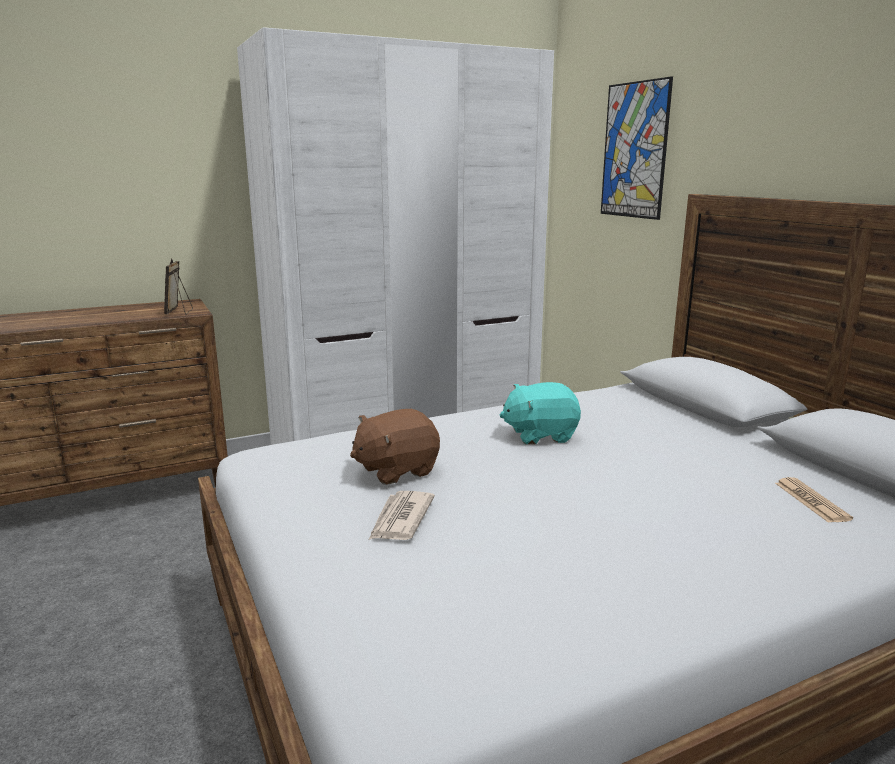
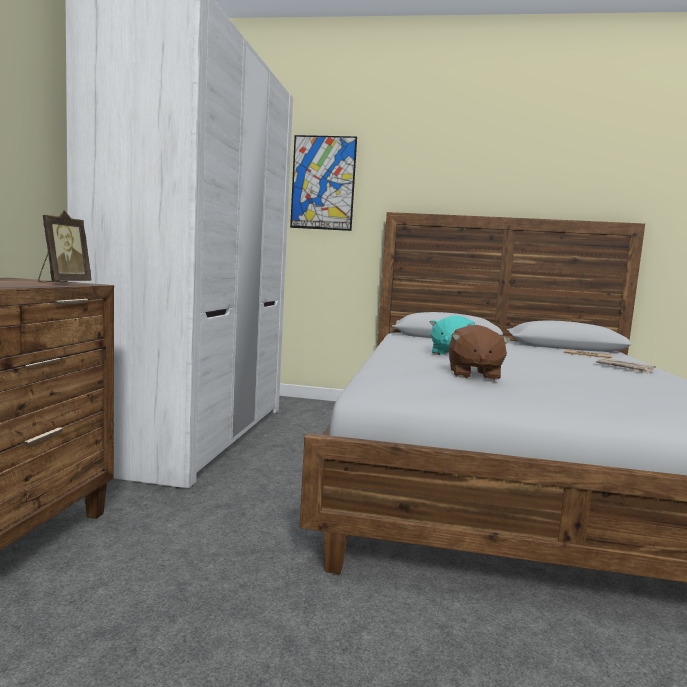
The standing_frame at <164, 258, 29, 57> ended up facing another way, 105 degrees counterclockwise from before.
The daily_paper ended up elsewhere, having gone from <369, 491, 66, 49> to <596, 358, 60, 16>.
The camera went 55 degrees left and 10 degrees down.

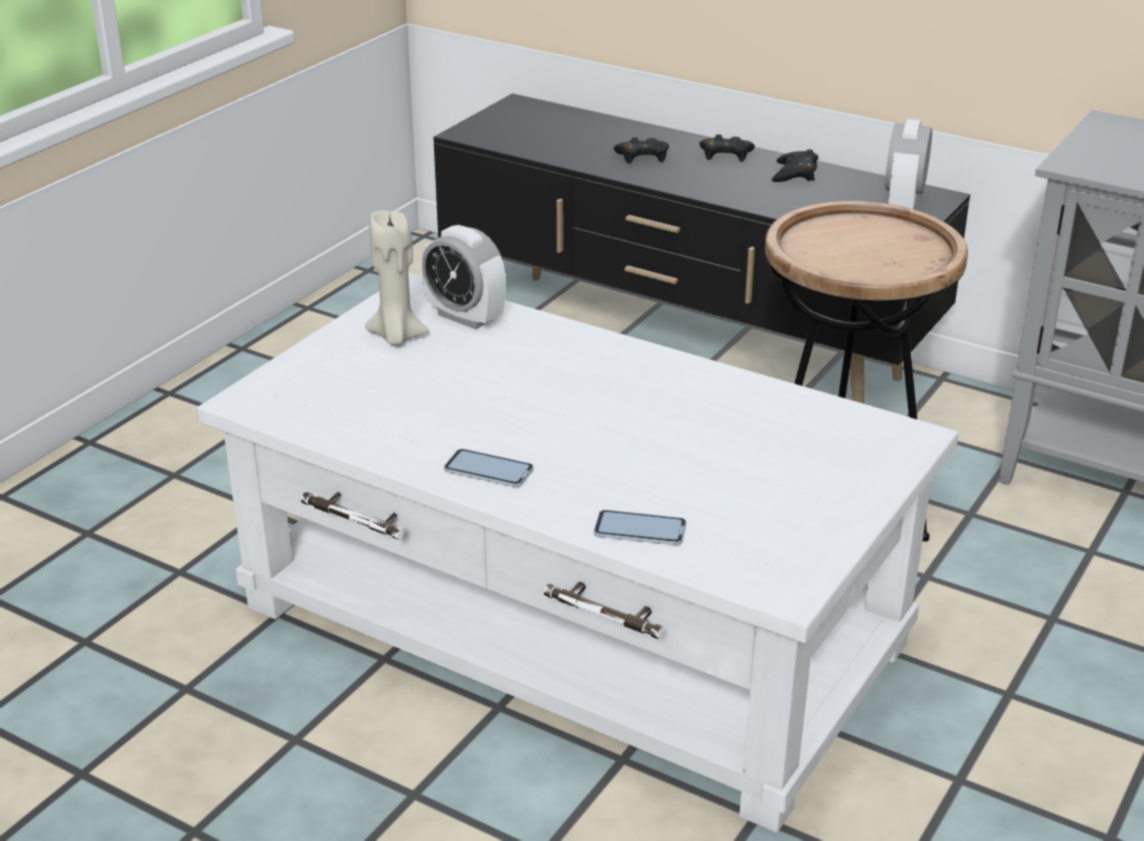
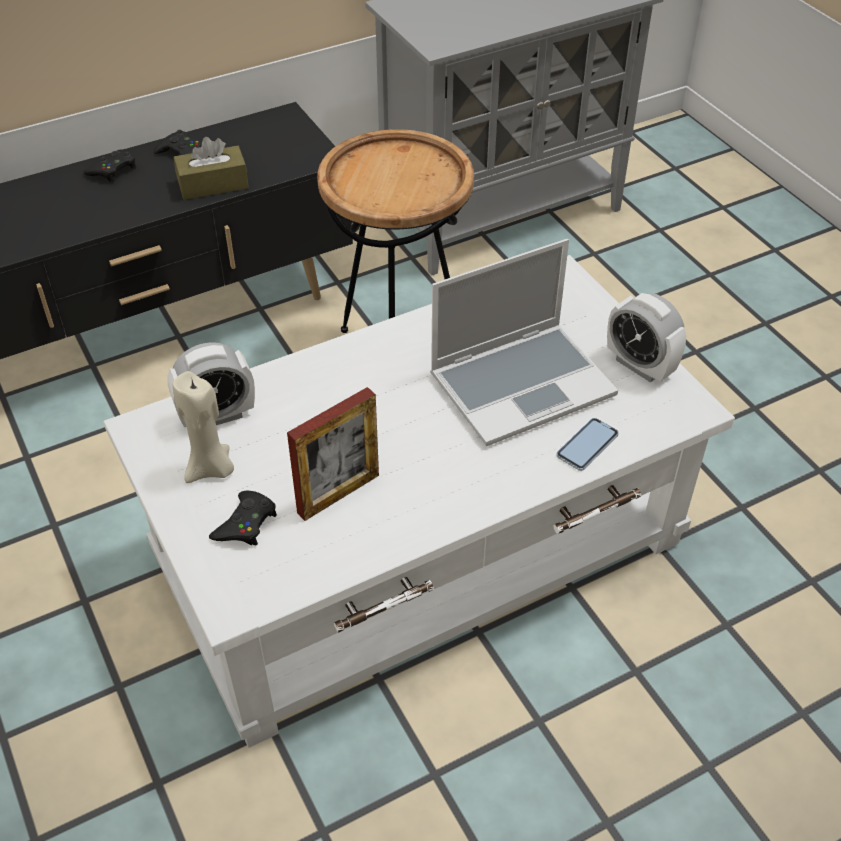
The bedside_clock ended up elsewhere, having gone from <885, 119, 47, 90> to <607, 293, 79, 90>.
The black_gamepad ended up elsewhere, having gone from <614, 137, 55, 27> to <209, 491, 68, 55>.
The second view lost the telephone at <444, 449, 90, 38>.
The second view gained the brown-coloured_tissue_holder at <174, 137, 75, 63>.
The second view gained the laptop at <430, 239, 188, 208>.
The second view gained the standing_frame at <287, 387, 92, 134>.
The camera went 60 degrees left and 15 degrees up.

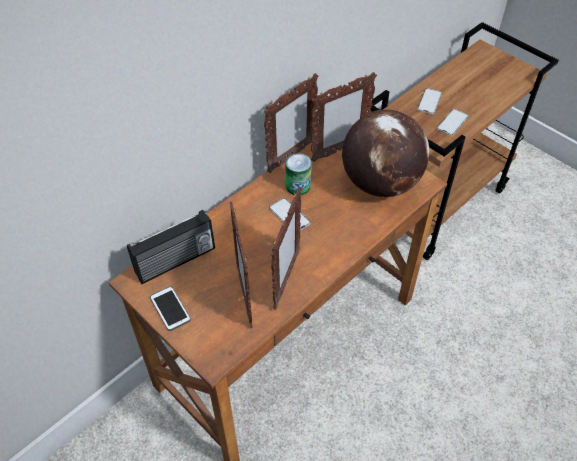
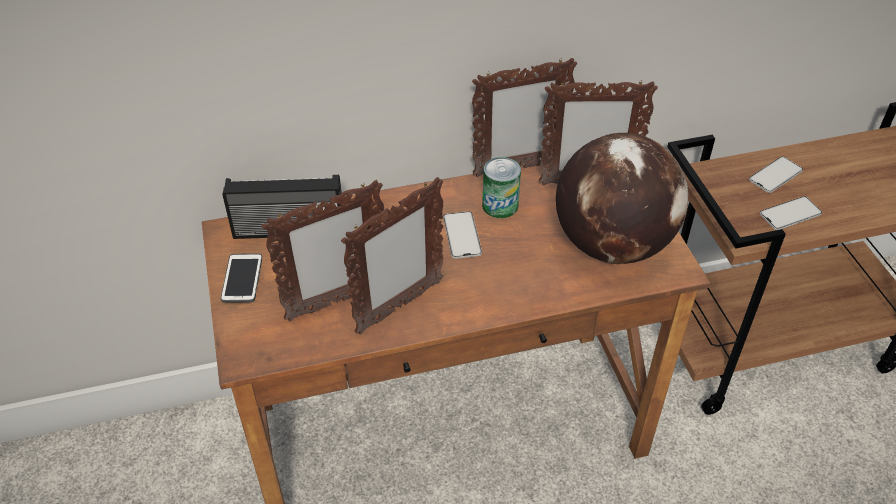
The standing_frame at <230, 202, 23, 126> ended up facing another way, 135 degrees counterclockwise from before.
The camera went 30 degrees right and 5 degrees down.

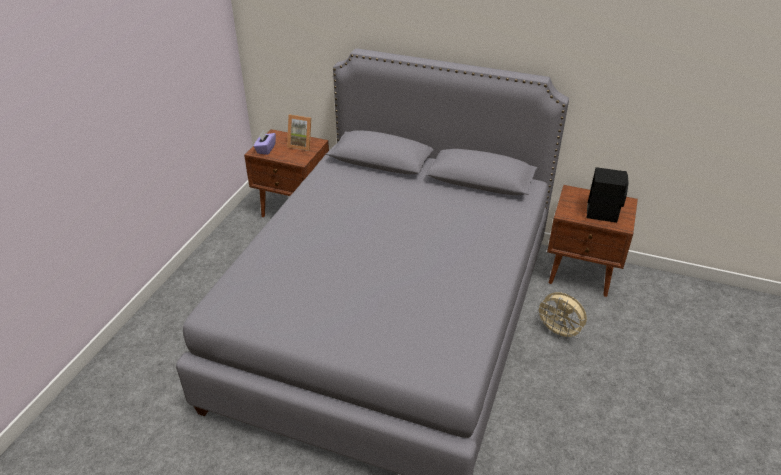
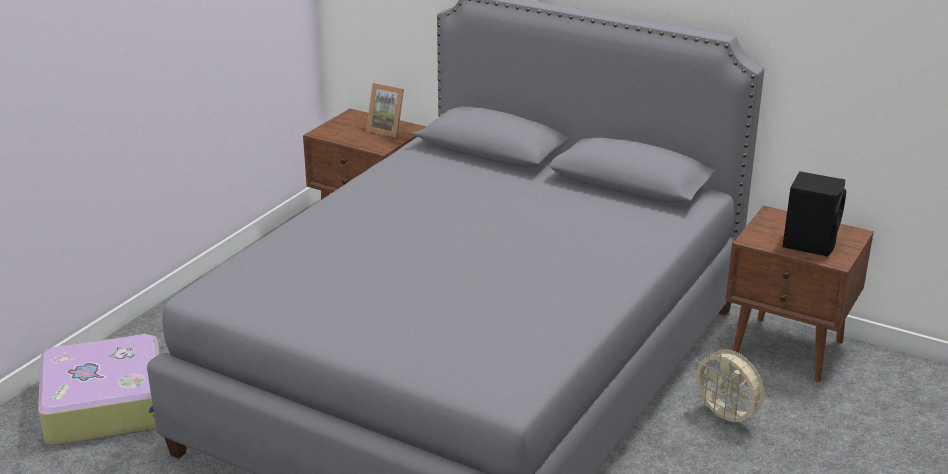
The second view lost the purple-coloured_tissue_holder at <254, 130, 22, 25>.
The second view gained the suitcase at <38, 334, 122, 111>.
The camera went 10 degrees right and 10 degrees down.

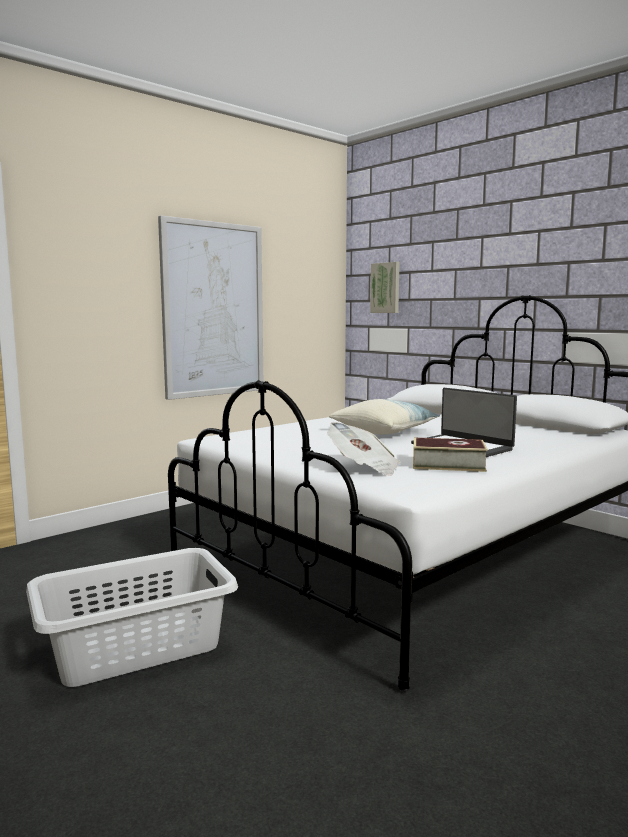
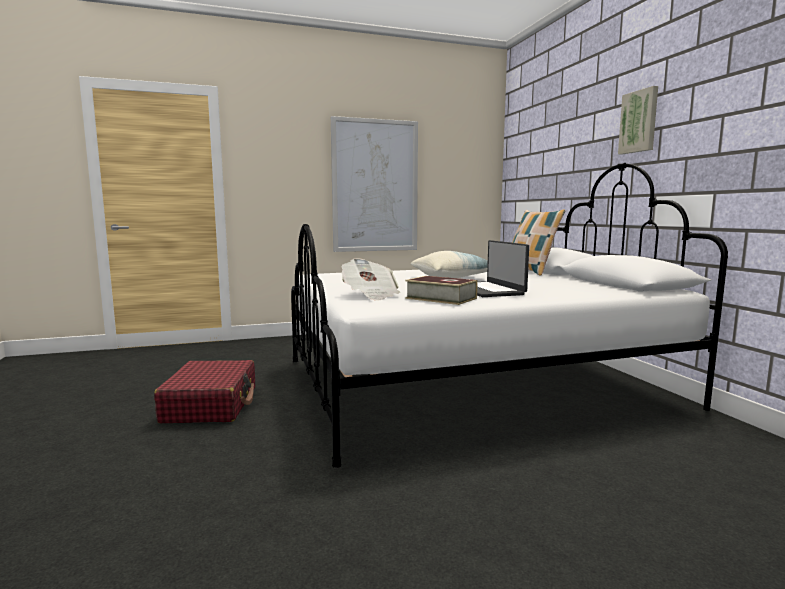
The wall_art ended up elsewhere, having gone from <370, 262, 29, 51> to <618, 86, 40, 68>.
Where the grey_hamper stood at <26, 548, 212, 139>, the red-coloured_suitcase came to stand at <154, 360, 101, 63>.
The second view gained the cushion at <512, 210, 53, 66>.
The camera went 25 degrees right and 0 degrees up.

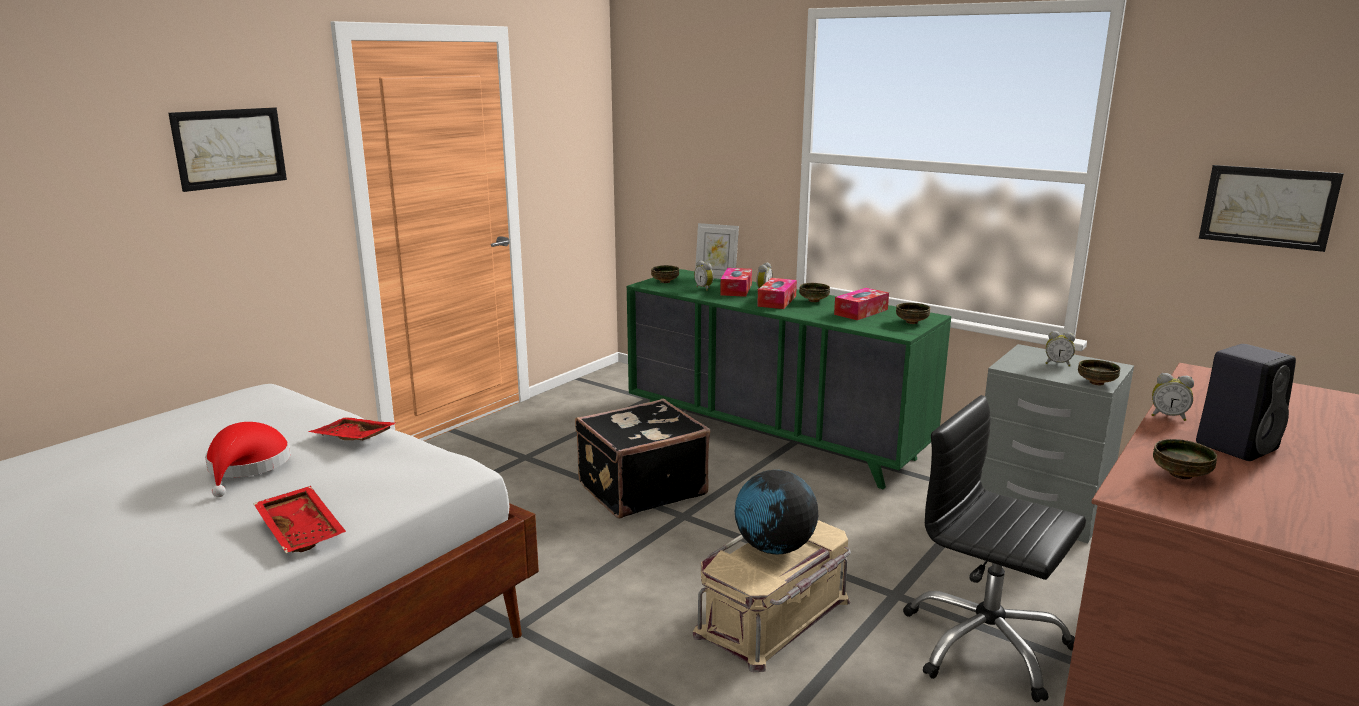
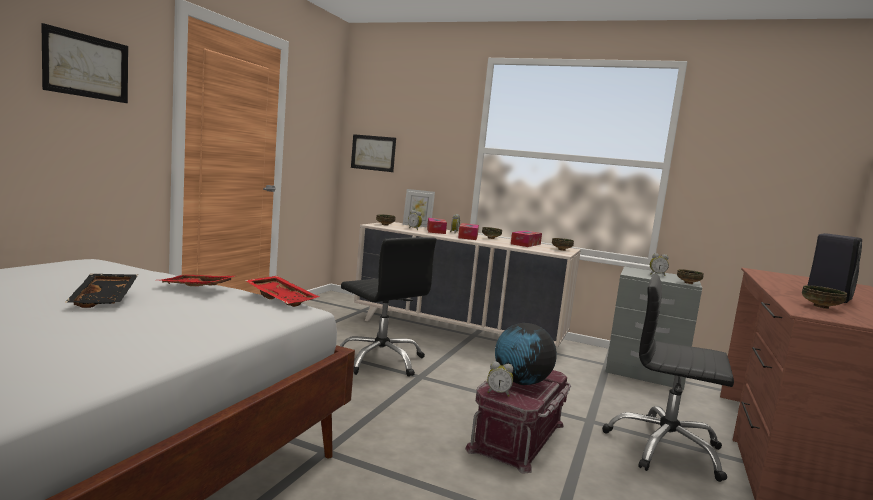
The wall_art ended up elsewhere, having gone from <1199, 165, 145, 87> to <351, 134, 45, 38>.
What was the greenish_chest_of_drawers at <627, 269, 324, 220> turned into the beige-coloured_chest_of_drawers at <354, 222, 227, 125>.
The bedside_clock ended up elsewhere, having gone from <1152, 373, 42, 48> to <487, 361, 26, 36>.
Where the black_suitcase stood at <575, 399, 135, 120>, the black_office_chair came to stand at <340, 237, 96, 140>.
Where the red-coloured_hat stood at <205, 422, 86, 75>, the black_carrying_tray came to stand at <66, 274, 72, 34>.
The red-coloured_carrying_tray ended up elsewhere, having gone from <253, 486, 93, 67> to <245, 276, 74, 31>.
What was the beige-coloured_storage_container at <693, 520, 158, 152> turned into the red-coloured_storage_container at <465, 370, 106, 103>.
The camera went 15 degrees left and 10 degrees down.

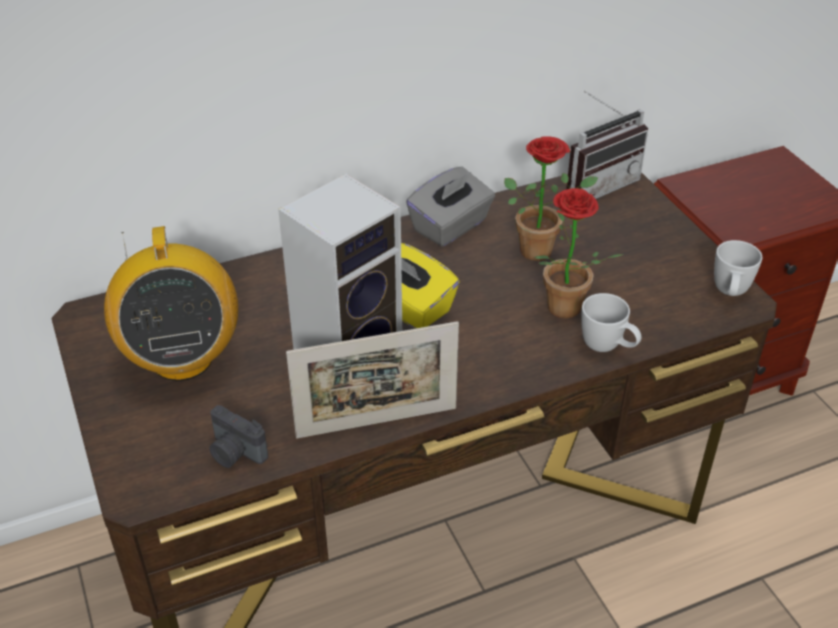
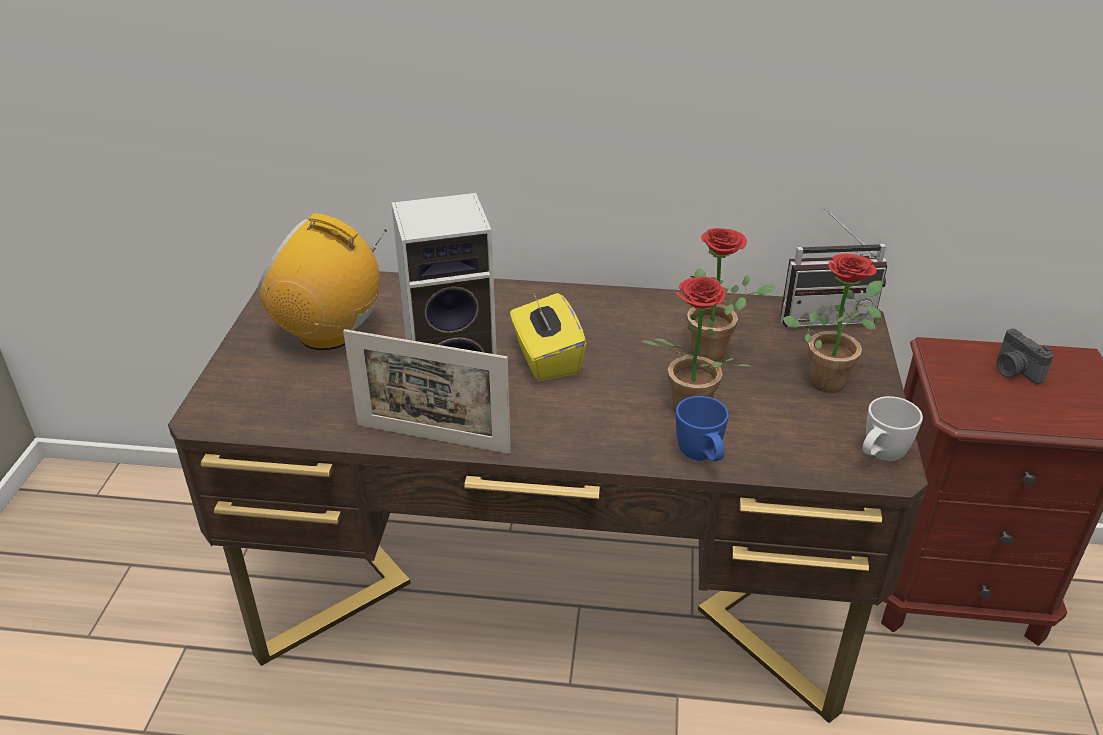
The second view lost the grey_tissue_holder at <406, 167, 89, 79>.
The radio at <104, 226, 134, 155> ended up facing another way, 90 degrees clockwise from before.
What was the white_coffee_mug at <581, 293, 60, 59> turned into the blue_coffee_mug at <676, 396, 53, 65>.
The photo_camera ended up elsewhere, having gone from <209, 405, 59, 63> to <996, 329, 57, 55>.
The second view gained the plant_in_a_pot at <782, 253, 100, 140>.
The camera went 30 degrees right and 5 degrees down.

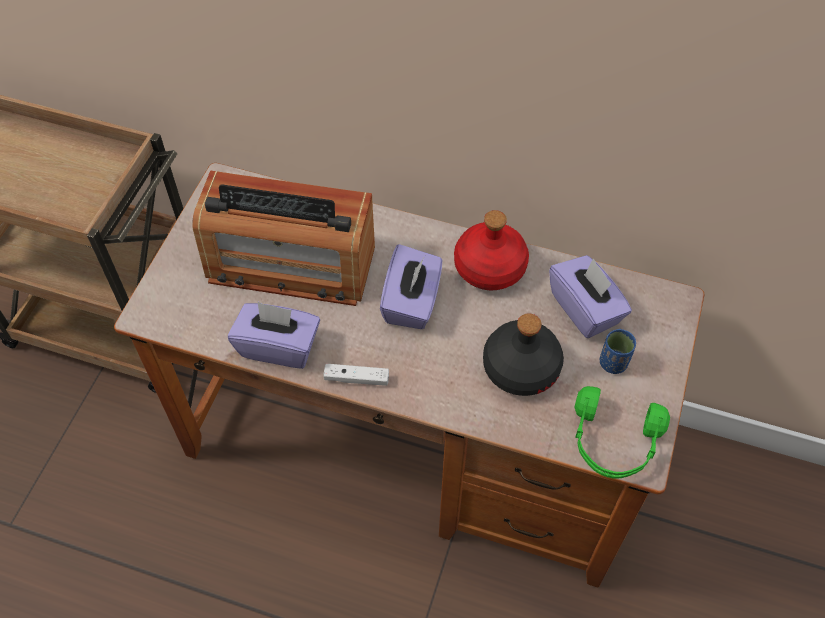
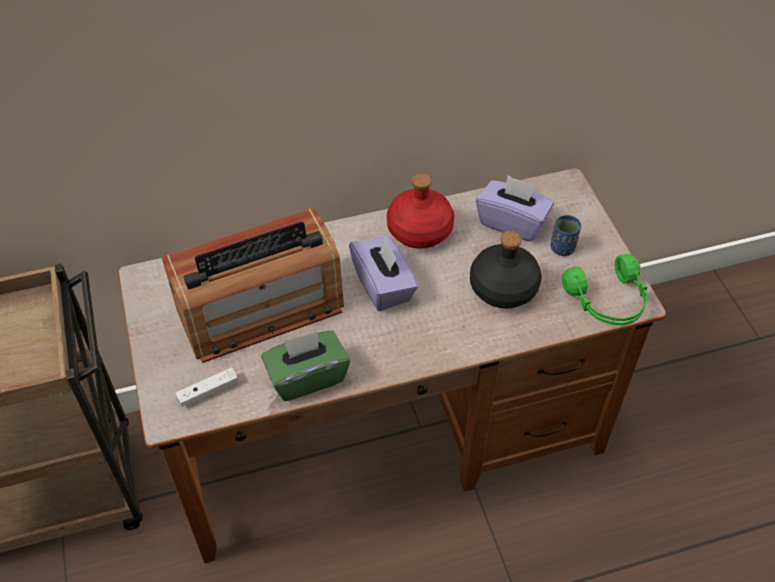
What was the purple-coloured_tissue_holder at <228, 302, 92, 67> turned into the greenish_tissue_holder at <261, 330, 89, 71>.
The white_gamepad ended up elsewhere, having gone from <323, 364, 66, 22> to <175, 367, 63, 40>.
The camera went 35 degrees left and 5 degrees down.

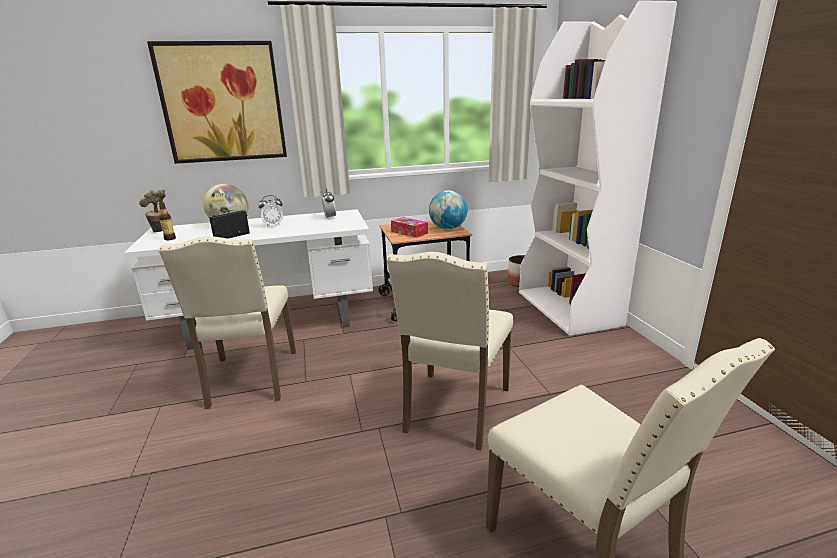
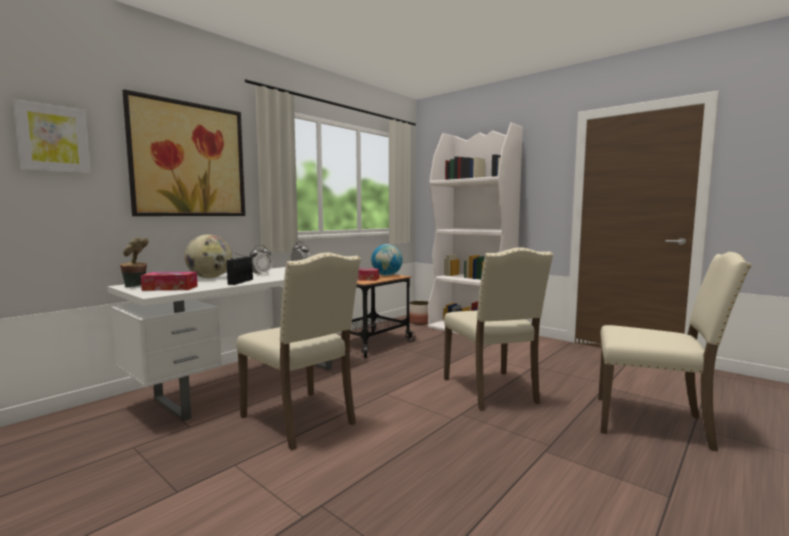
Where the drink_bottle stood at <159, 202, 17, 38>, the tissue_holder came to stand at <141, 272, 56, 19>.
The second view gained the wall_art at <12, 99, 79, 75>.
The camera went 35 degrees left and 15 degrees down.

